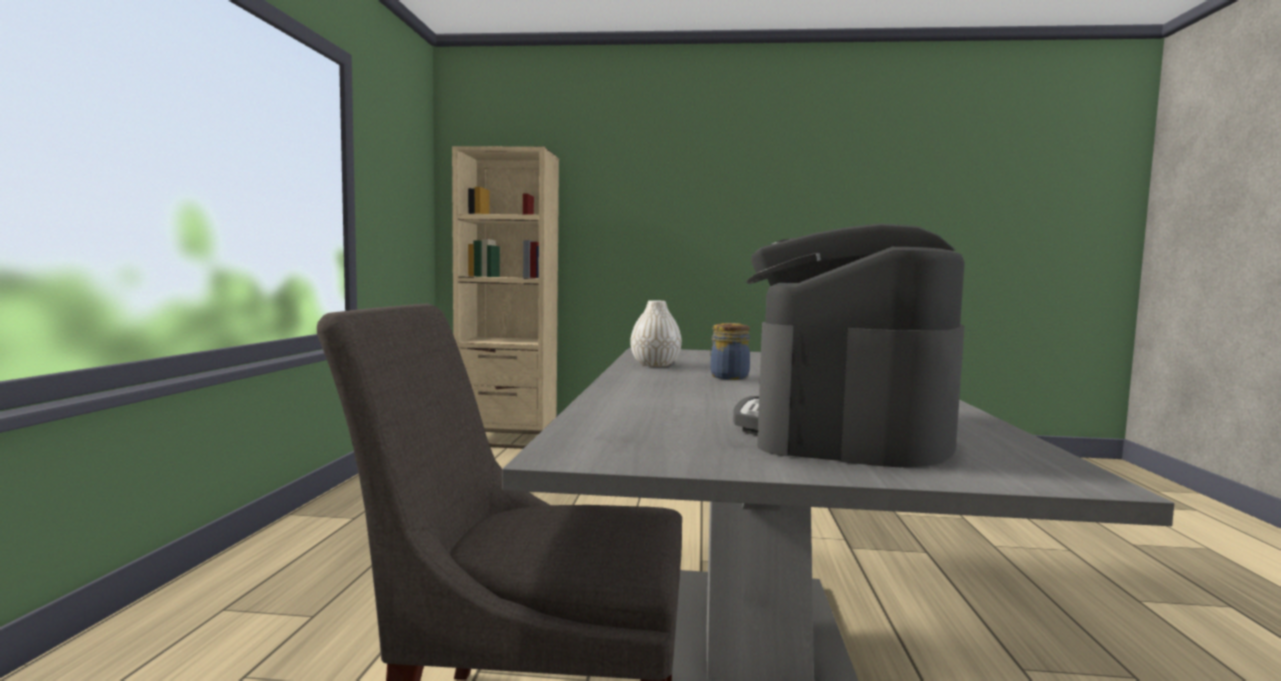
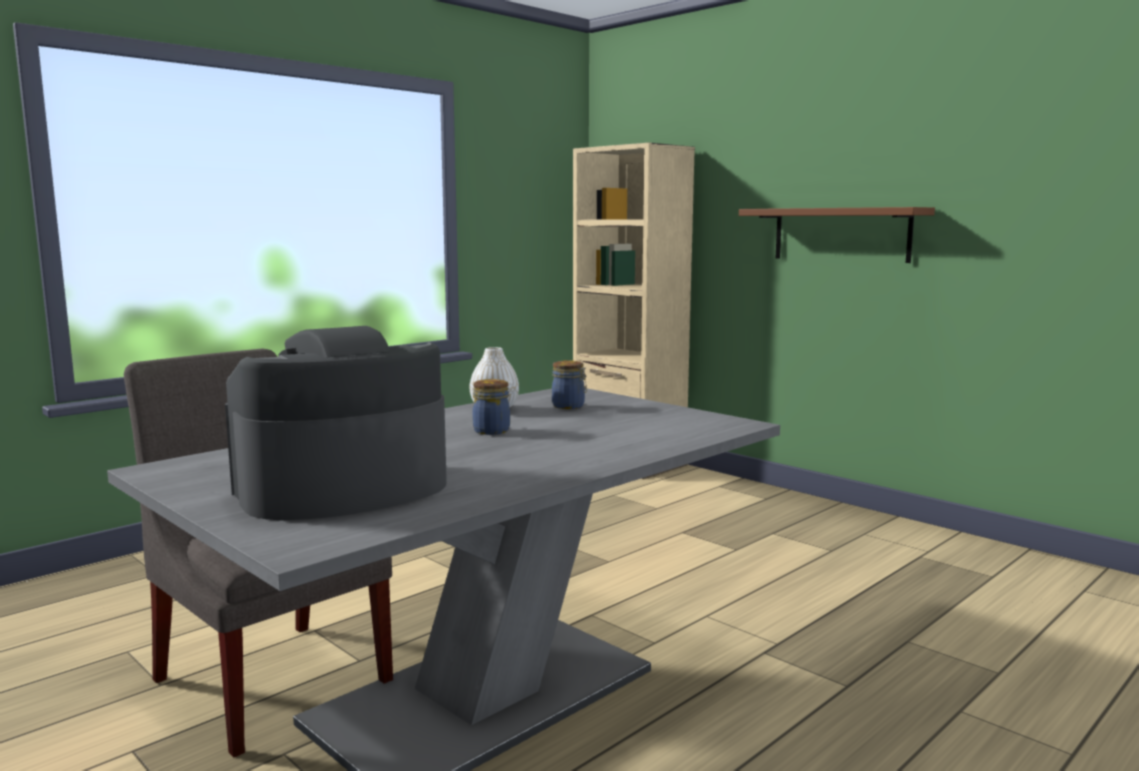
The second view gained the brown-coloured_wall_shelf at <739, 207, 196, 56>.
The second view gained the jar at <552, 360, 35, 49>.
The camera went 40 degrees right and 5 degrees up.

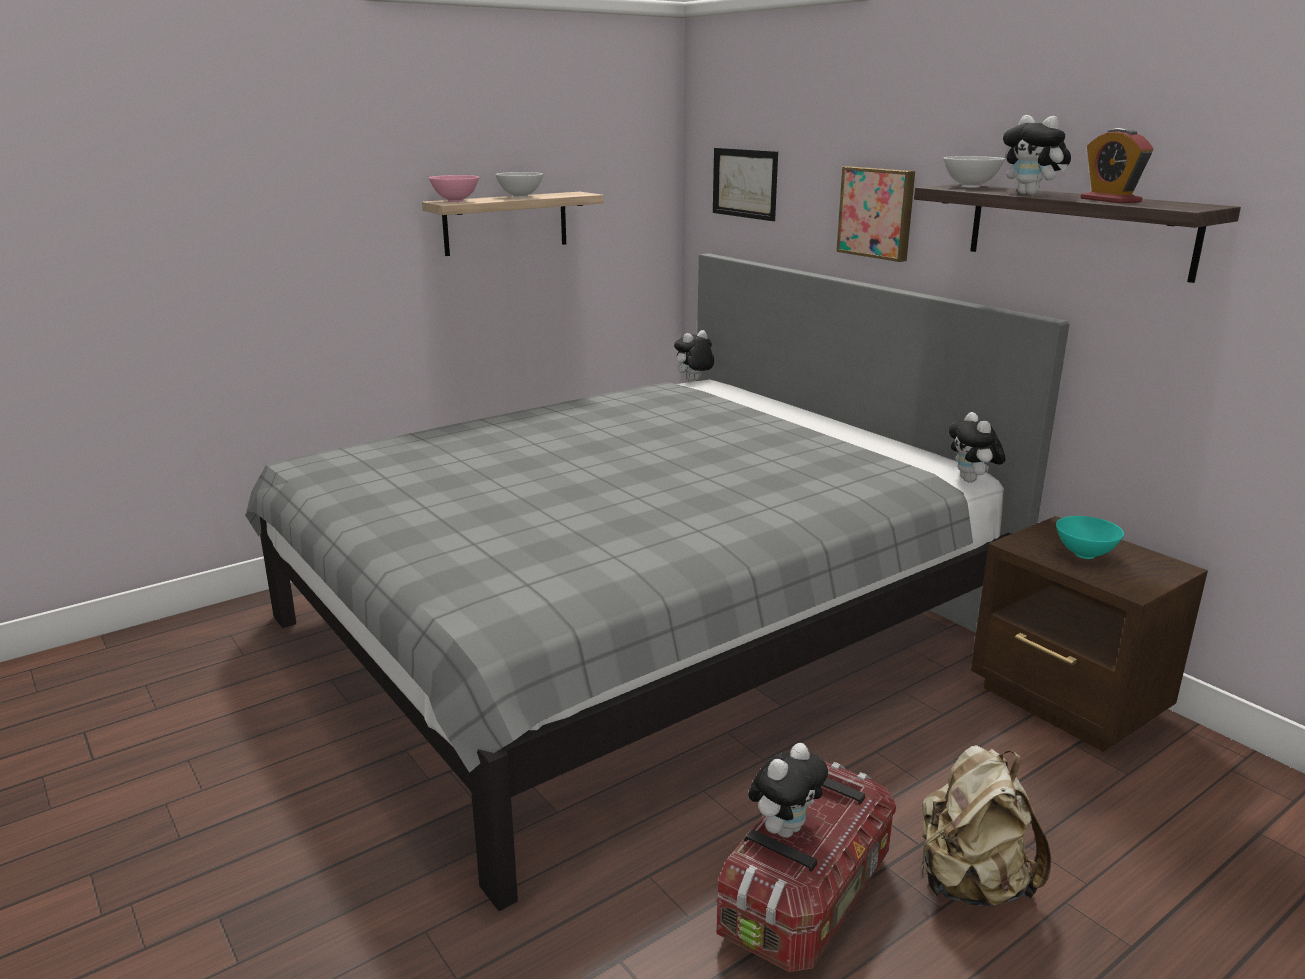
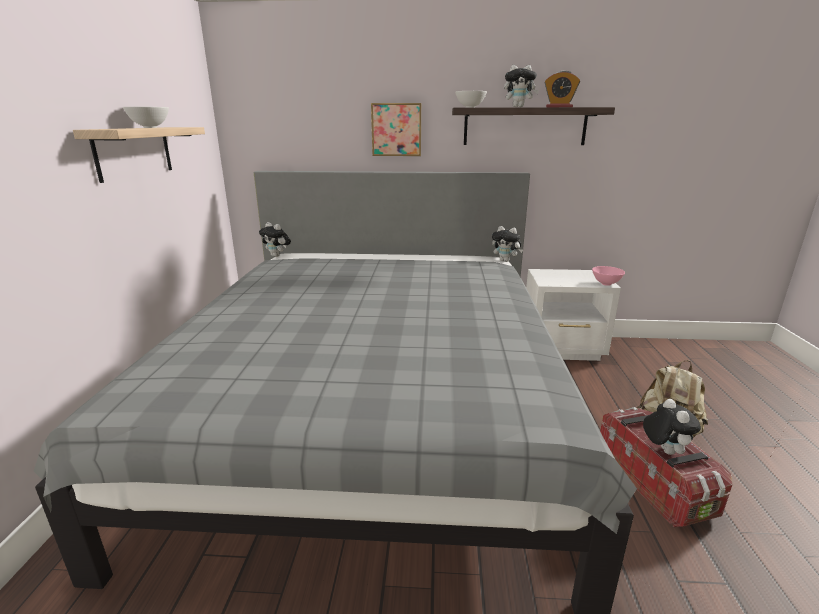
The second view lost the wall_art at <713, 148, 65, 73>.
The pinkish_deep_dish ended up elsewhere, having gone from <429, 175, 50, 27> to <592, 266, 33, 20>.
The cuddly_toy at <674, 330, 40, 51> ended up facing another way, 60 degrees counterclockwise from before.
What was the brown-coloured_night_table at <971, 516, 237, 236> turned into the white_night_table at <526, 269, 95, 92>.
The second view lost the turquoise_deep_dish at <1056, 516, 68, 43>.
The camera went 50 degrees left and 0 degrees up.

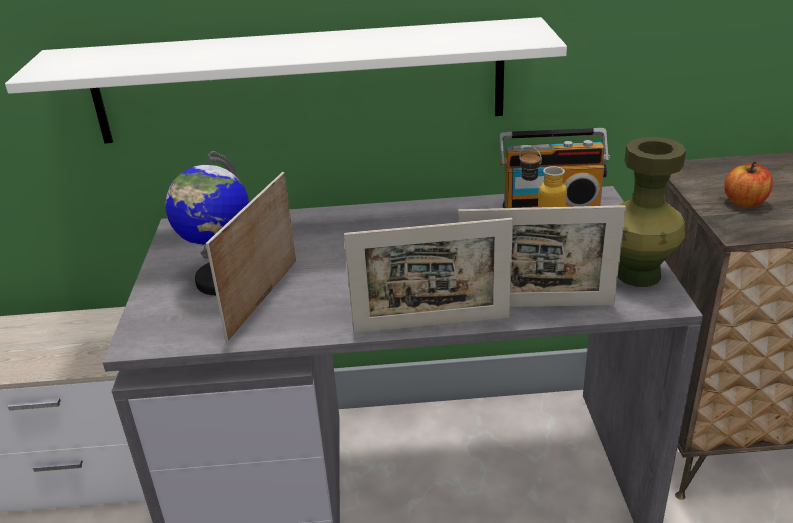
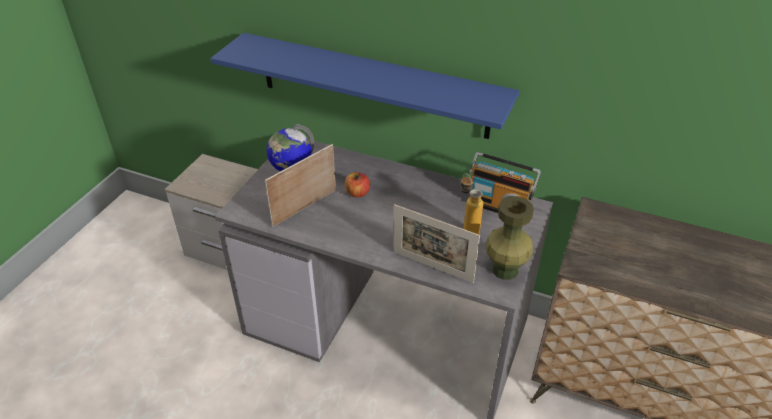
What was the white_wall_shelf at <5, 17, 562, 126> turned into the blue_wall_shelf at <210, 33, 309, 106>.
The whole_apple ended up elsewhere, having gone from <724, 161, 49, 46> to <345, 172, 25, 25>.
The second view lost the standing_frame at <344, 218, 169, 115>.
The camera went 25 degrees right and 10 degrees up.

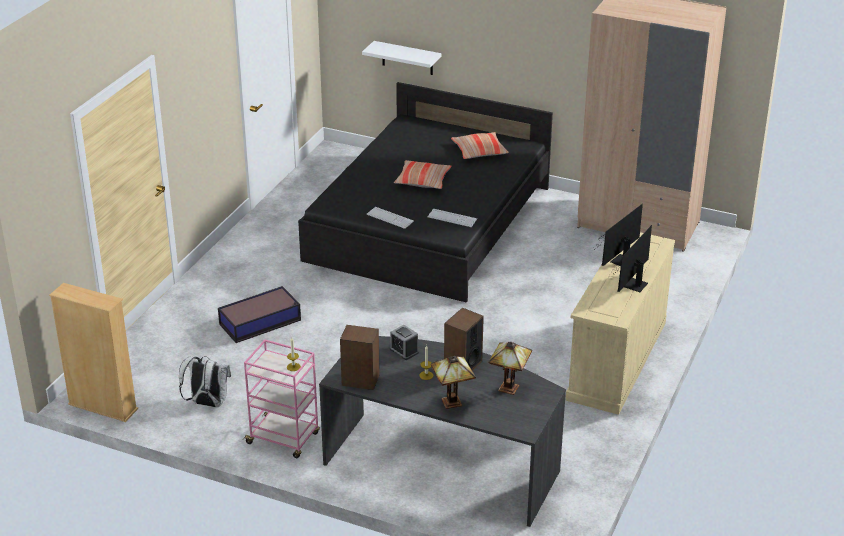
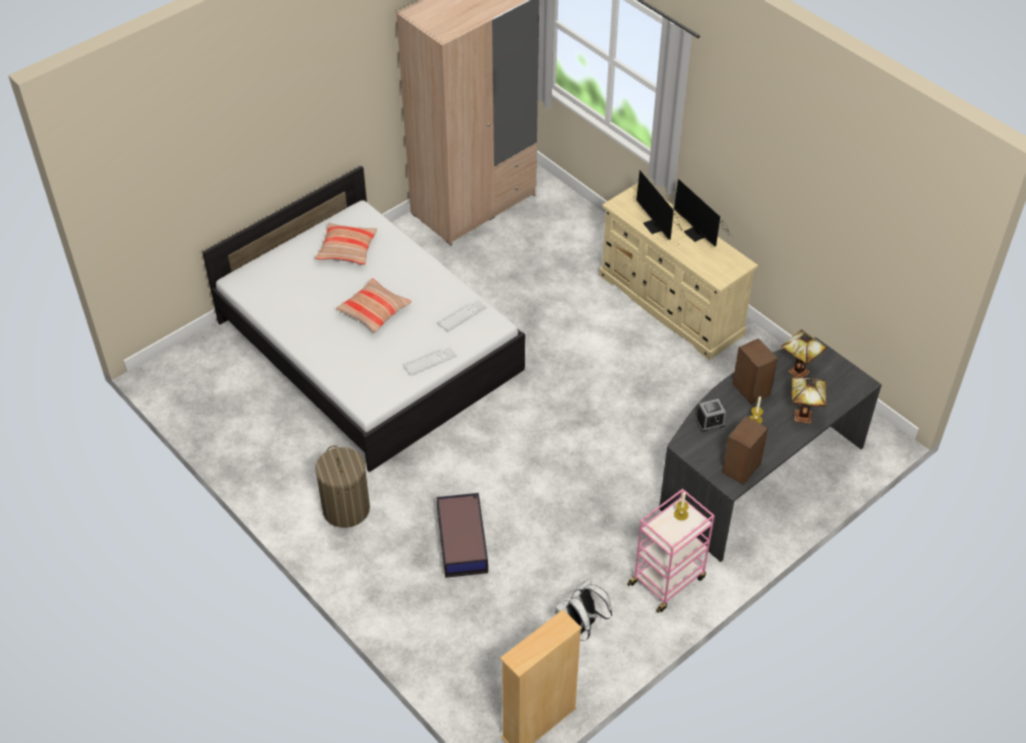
The second view lost the white_wall_shelf at <362, 41, 80, 34>.
What was the black_bed at <298, 82, 255, 221> turned into the white_bed at <202, 166, 323, 306>.
The second view gained the hamper at <315, 446, 55, 82>.
The camera went 65 degrees left and 15 degrees up.

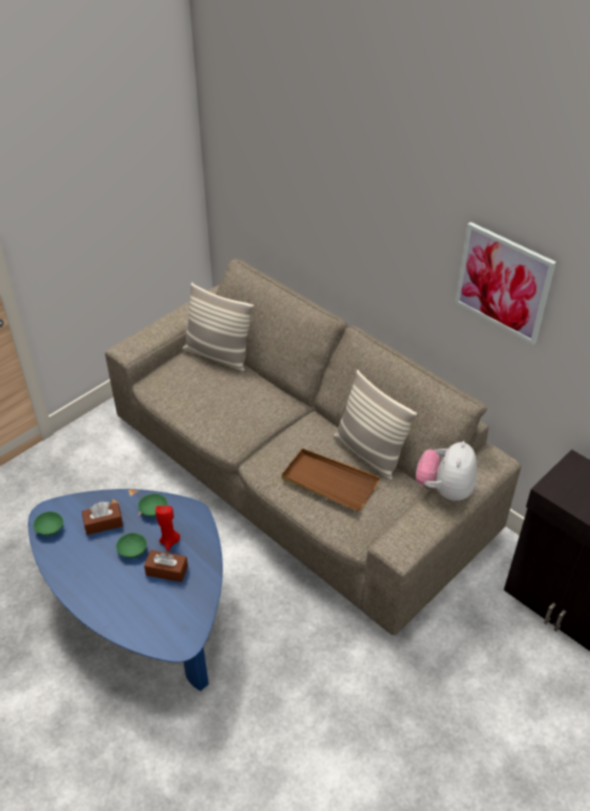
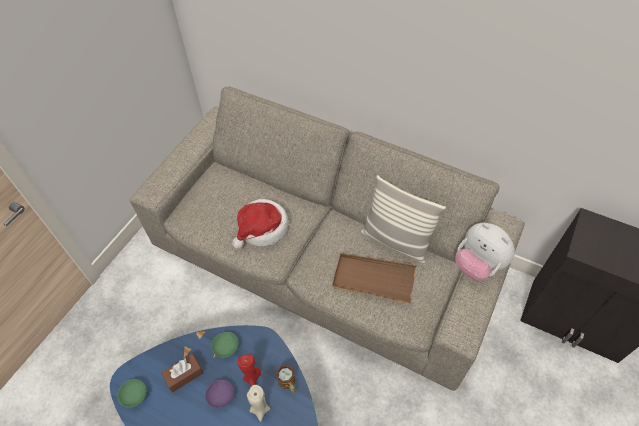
The second view lost the wall_art at <455, 222, 101, 122>.
The second view lost the cushion at <182, 283, 72, 89>.
The cuddly_toy at <416, 441, 61, 60> ended up facing another way, 45 degrees counterclockwise from before.
What was the greenish_deep_dish at <116, 533, 31, 25> turned into the purple-coloured_deep_dish at <205, 380, 29, 28>.
Where the brown-coloured_tissue_holder stood at <144, 550, 44, 32>, the beige-coloured_wax_light came to stand at <247, 385, 23, 37>.
The second view gained the hat at <232, 199, 57, 50>.
The second view gained the coffee_mug at <276, 365, 19, 28>.
The camera went 15 degrees left and 10 degrees up.

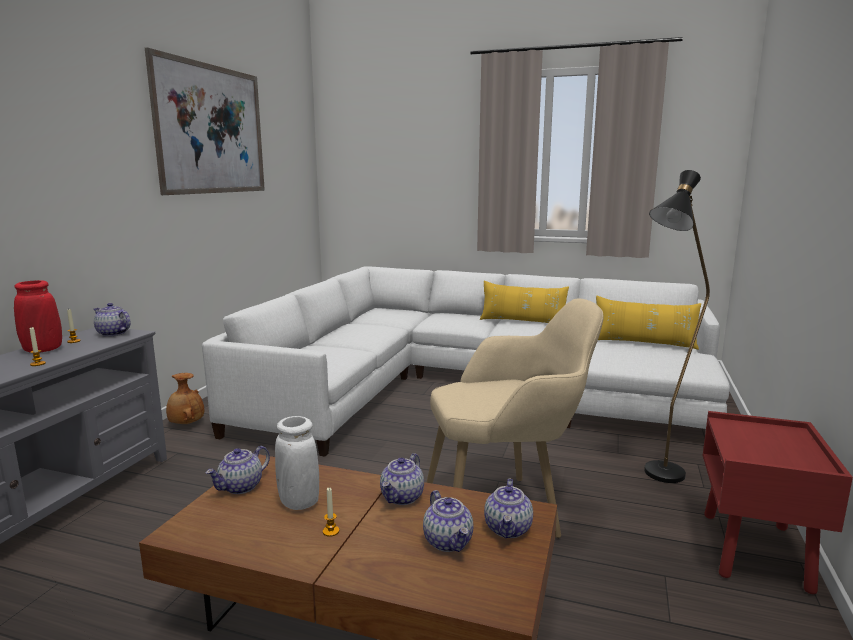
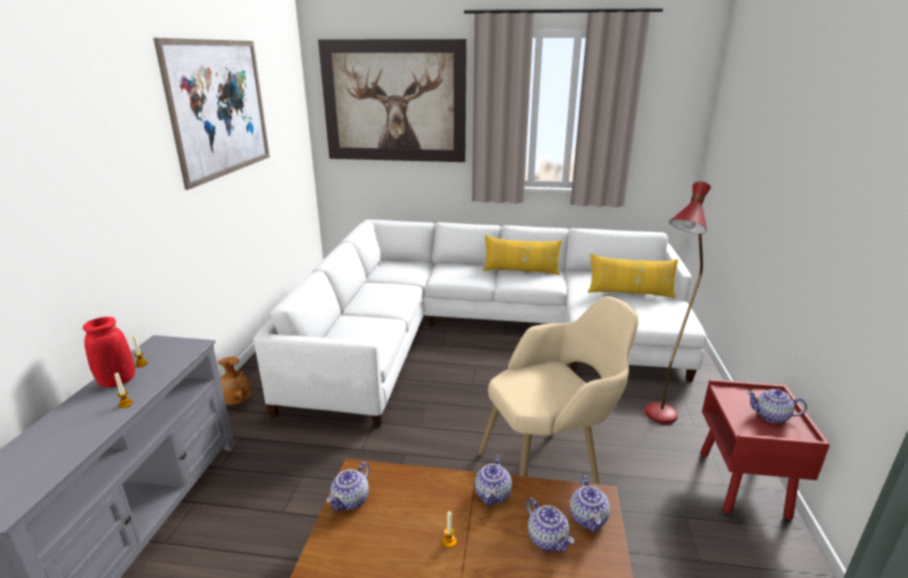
What was the black_standard_lamp at <644, 170, 66, 313> turned into the red-coloured_standard_lamp at <645, 181, 66, 243>.
The pot_for_tea ended up elsewhere, having gone from <94, 303, 37, 34> to <747, 389, 60, 34>.
The second view lost the white_flower_vase at <275, 416, 44, 94>.
The second view gained the wall_art at <318, 39, 149, 123>.
The camera went 10 degrees left and 10 degrees up.

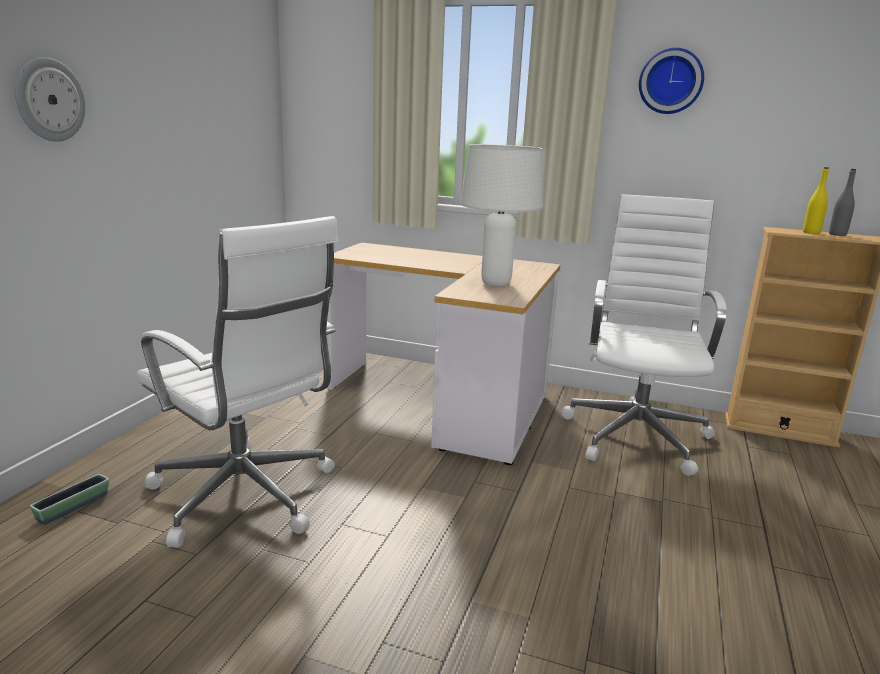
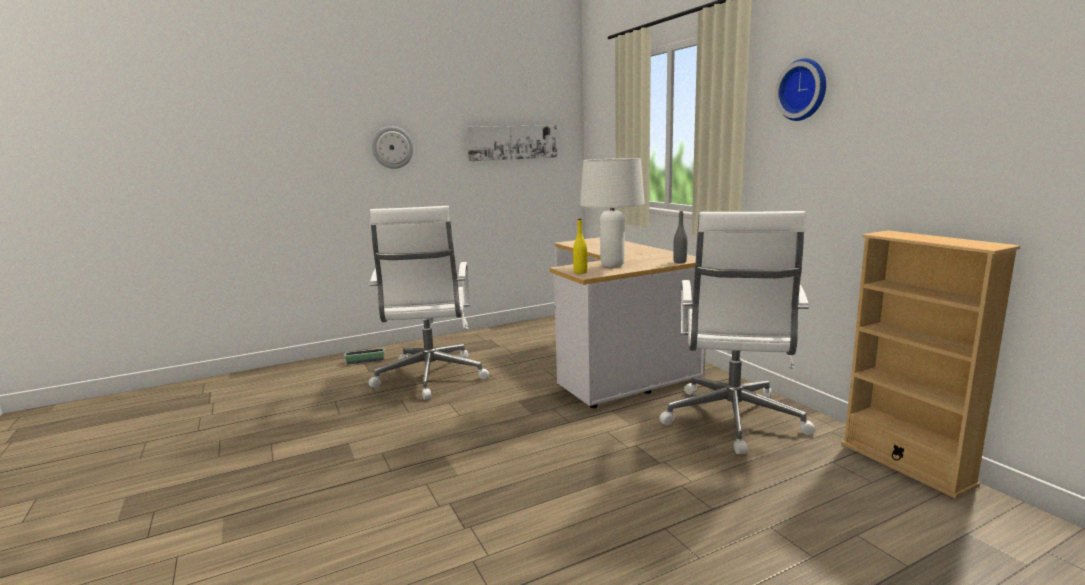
The yellowish_drink_bottle ended up elsewhere, having gone from <803, 167, 26, 67> to <573, 219, 14, 55>.
The grey_drink_bottle ended up elsewhere, having gone from <829, 169, 27, 67> to <673, 211, 14, 52>.
The white_office_chair at <561, 194, 166, 282> ended up facing another way, 135 degrees clockwise from before.
The second view gained the wall_art at <466, 125, 91, 36>.
The camera went 45 degrees right and 5 degrees down.

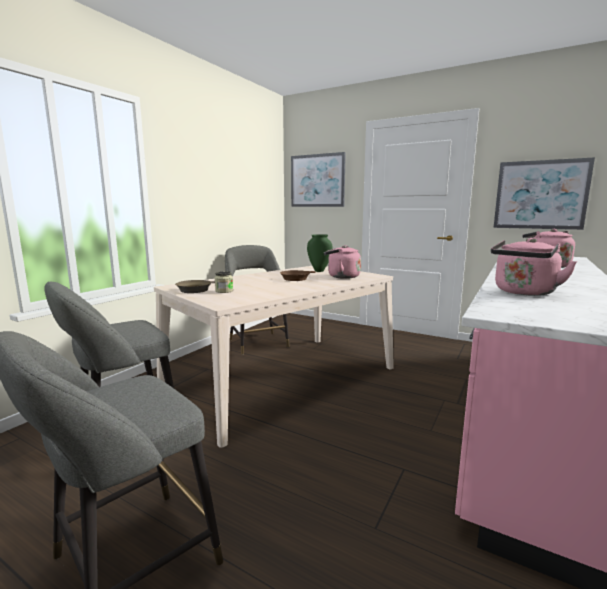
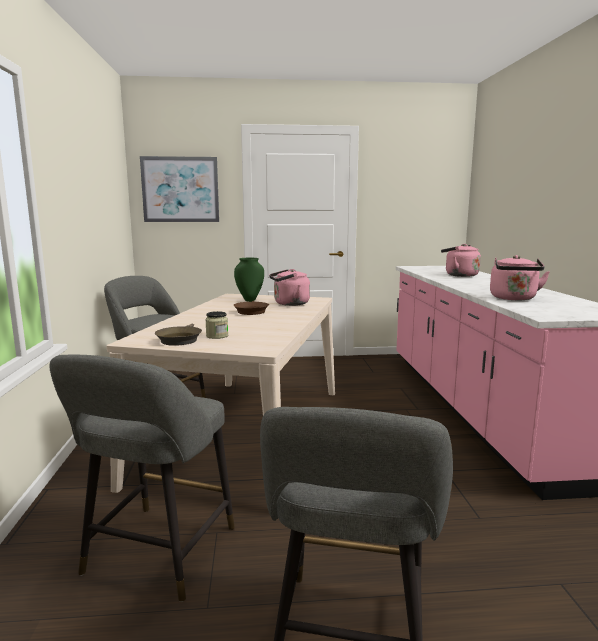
The second view lost the wall_art at <494, 157, 101, 73>.
The camera went 35 degrees left and 0 degrees up.

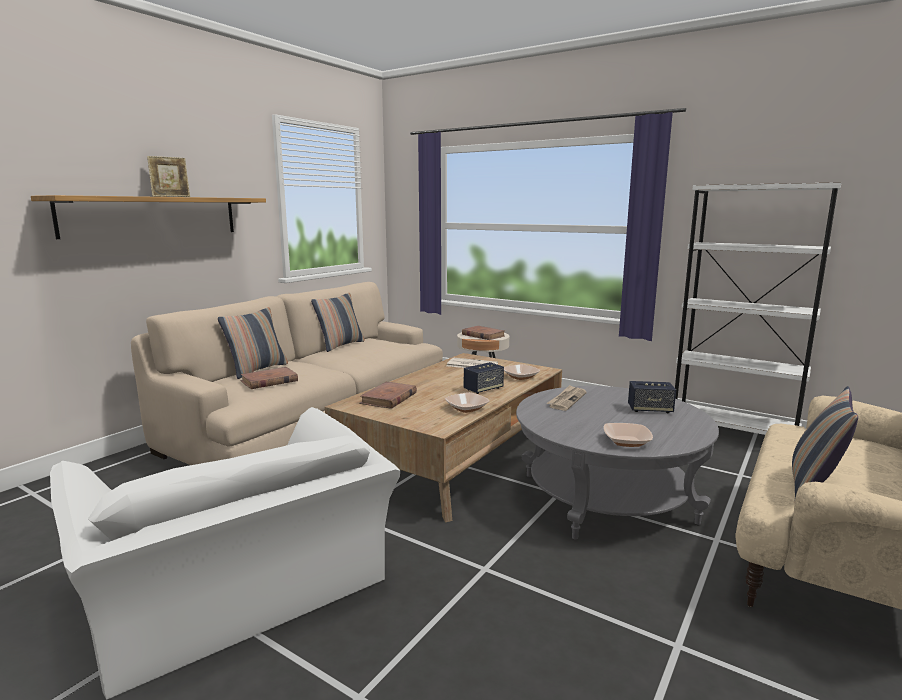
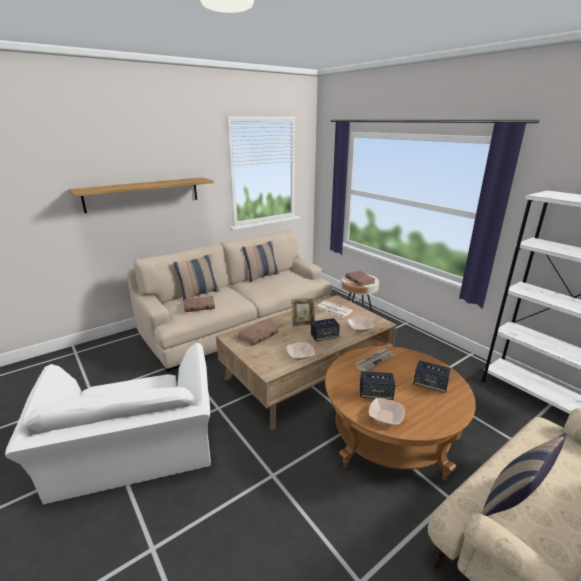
The standing_frame ended up elsewhere, having gone from <147, 156, 43, 41> to <291, 298, 24, 29>.
What was the grey_lounge_table at <516, 386, 203, 153> turned into the brown-coloured_lounge_table at <325, 346, 151, 135>.
The second view gained the speaker at <360, 371, 35, 29>.
The camera went 20 degrees right and 10 degrees up.

